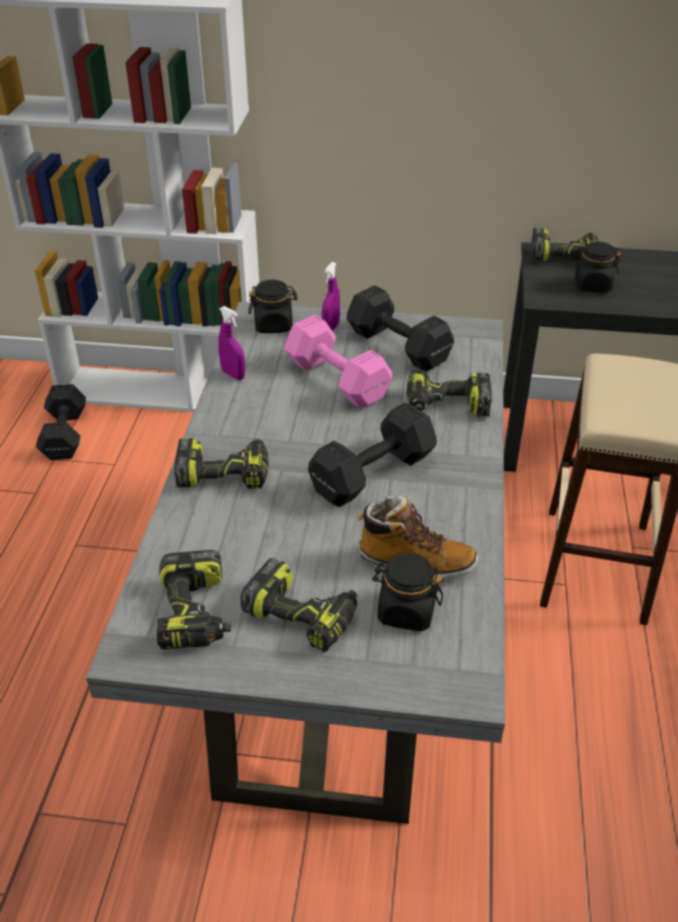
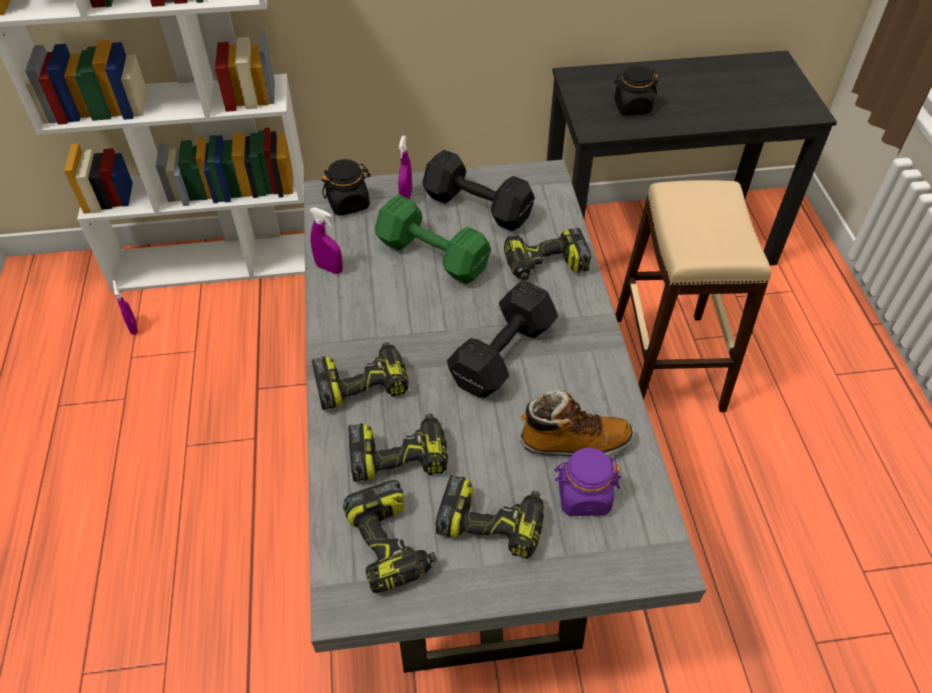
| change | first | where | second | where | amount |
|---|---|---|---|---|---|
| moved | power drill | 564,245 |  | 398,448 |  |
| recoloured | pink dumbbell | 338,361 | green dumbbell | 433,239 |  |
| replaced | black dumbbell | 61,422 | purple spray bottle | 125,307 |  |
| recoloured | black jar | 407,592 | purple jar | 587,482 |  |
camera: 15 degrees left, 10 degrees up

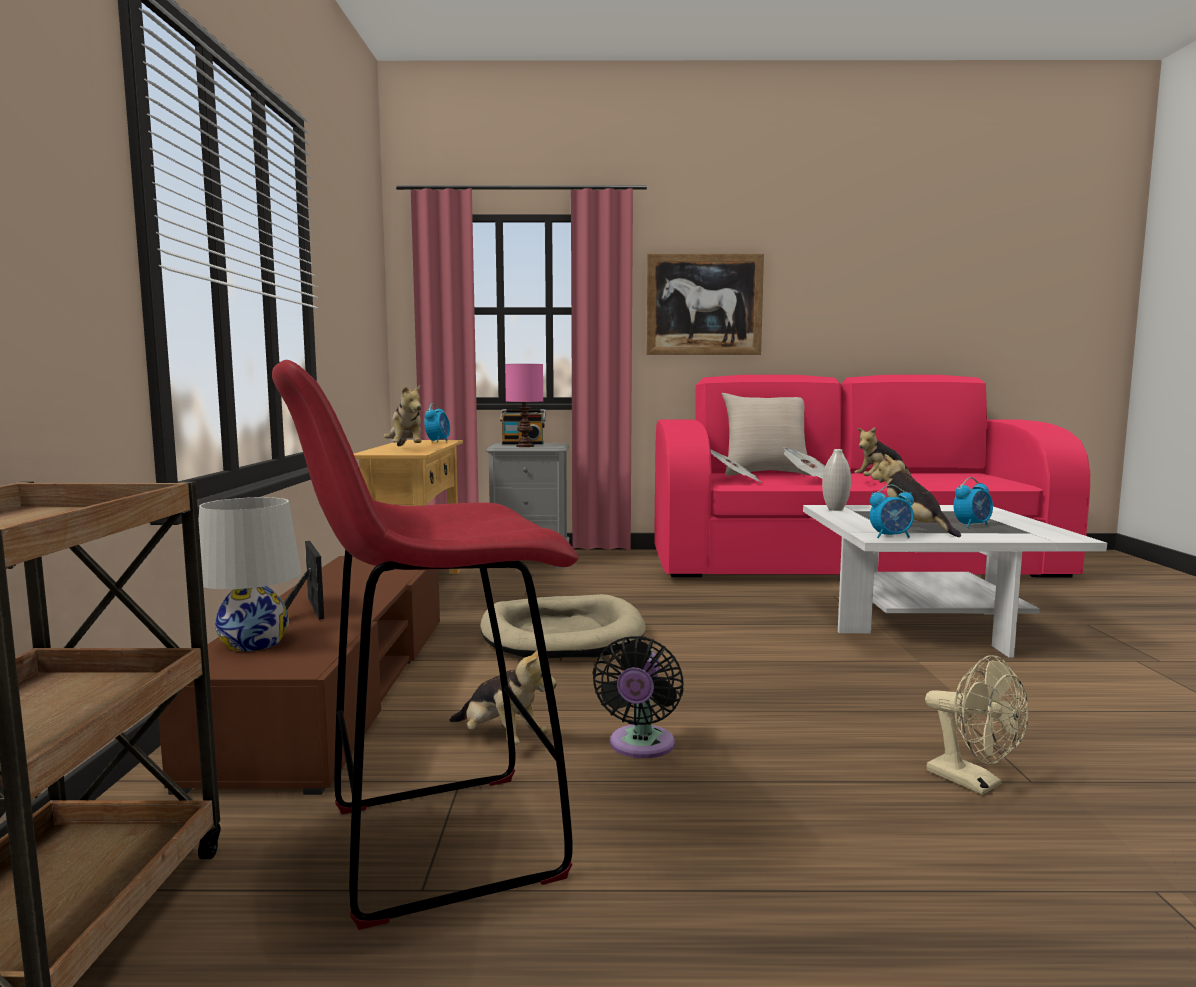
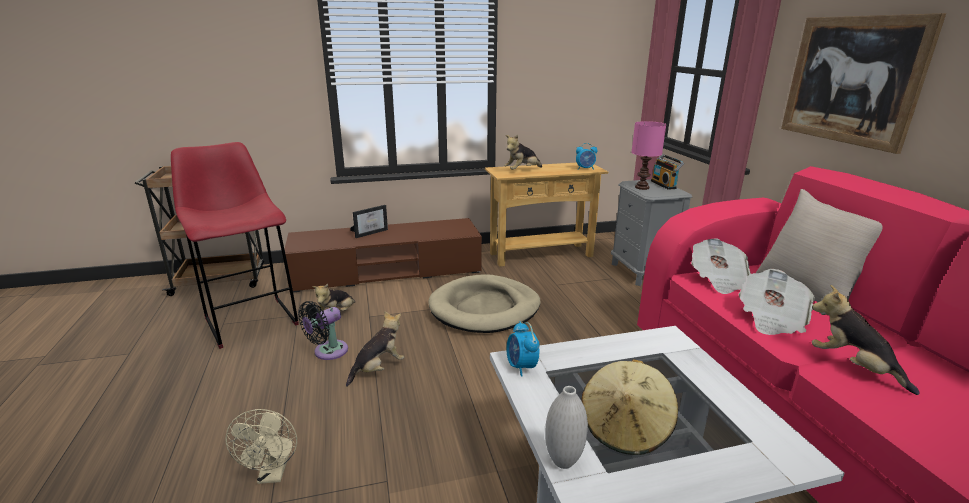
| change | first | where | second | where | amount |
|---|---|---|---|---|---|
| moved | white vase | 836,480 |  | 566,427 |  |
| moved | plush toy | 916,495 |  | 375,349 |  |
| replaced | alarm clock | 973,502 | beige hat | 629,407 |  |
| removed | white table lamp | 250,574 |  |  |  |
| turned | black fan | 638,697 |  | 323,330 | 45 degrees counterclockwise |
| turned | beige fan | 977,725 |  | 261,446 | 45 degrees counterclockwise |
camera: 75 degrees right, 15 degrees up

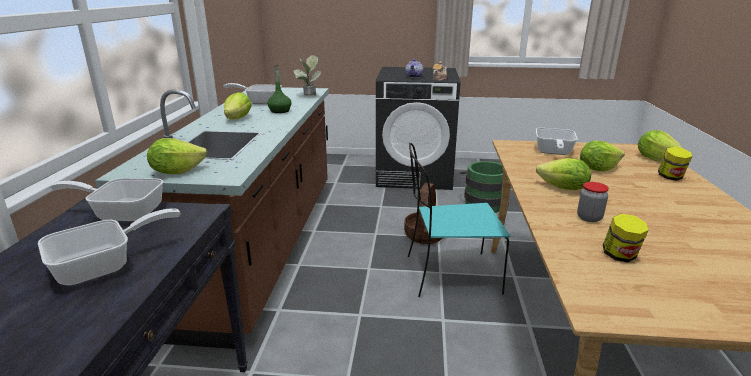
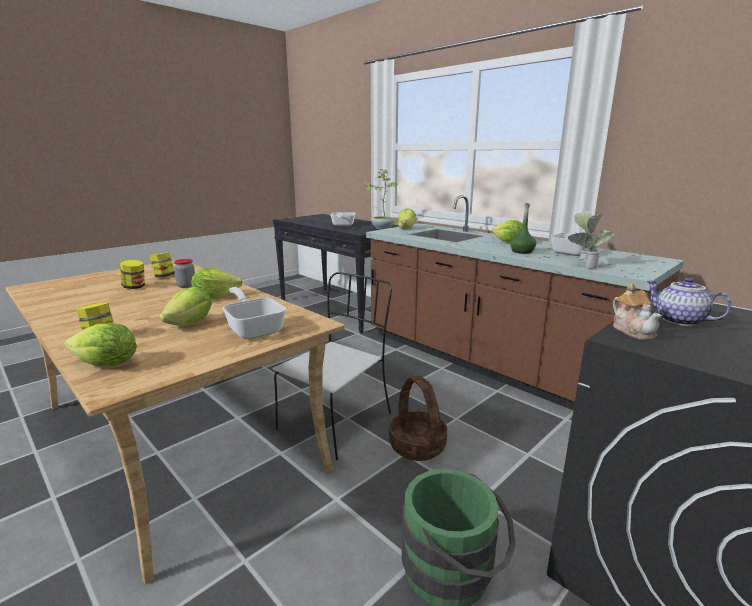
| change | first | where | second | where | amount |
|---|---|---|---|---|---|
| recoloured | turquoise chair | 459,220 | white chair | 332,366 |  |
| replaced | frying pan | 107,199 | potted plant | 380,199 |  |
| added |  |  | jar | 132,274 |  |
camera: 130 degrees right, 5 degrees down

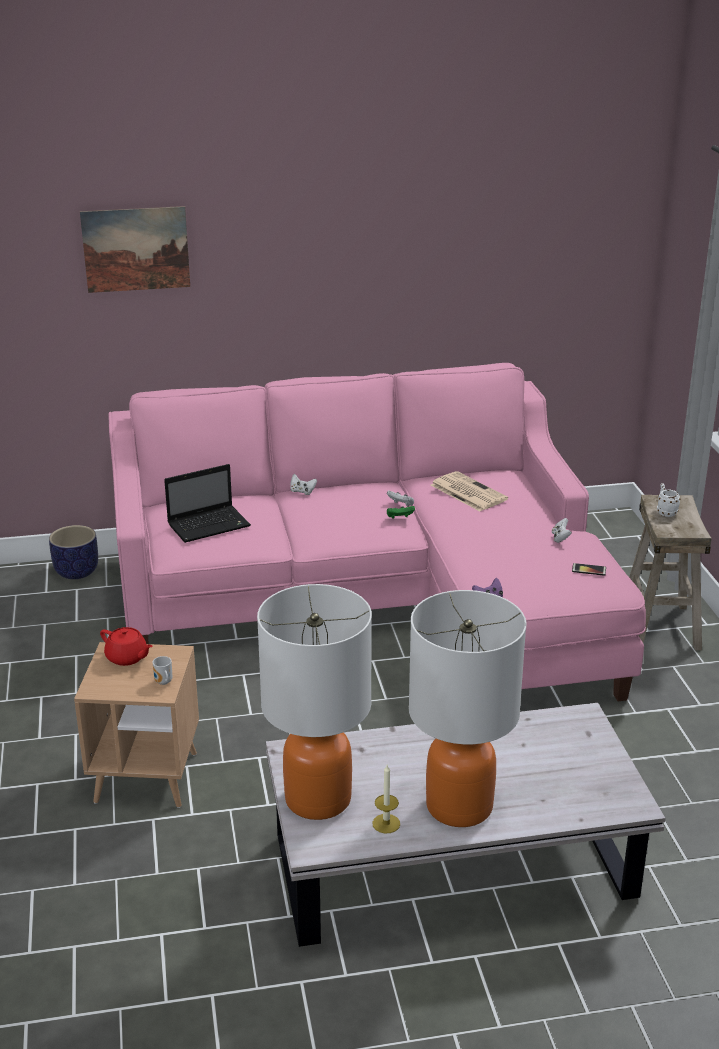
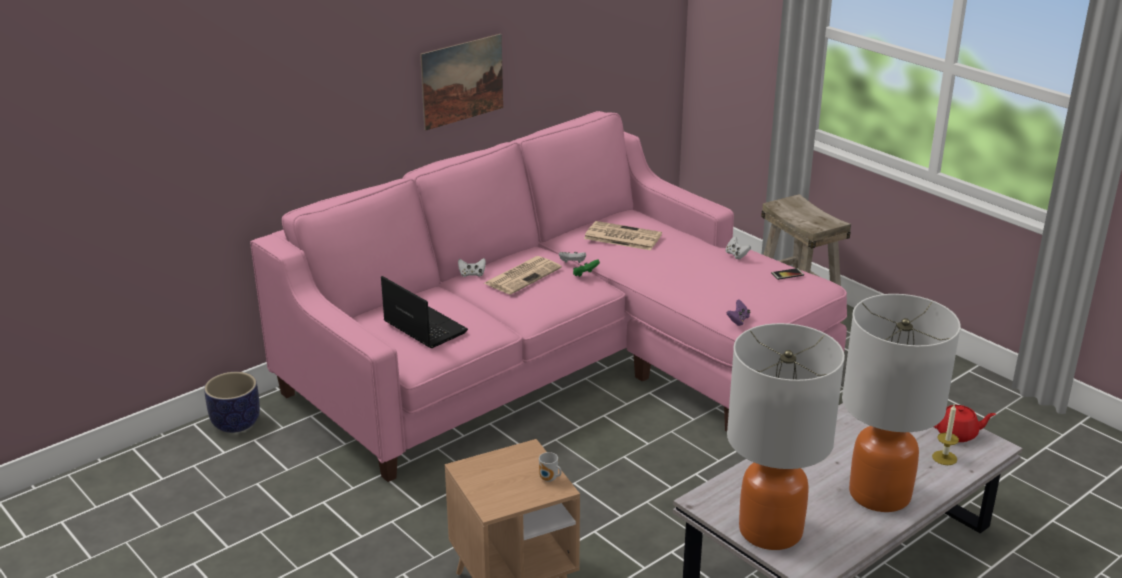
| change | first | where | second | where | amount |
|---|---|---|---|---|---|
| moved | picture | 135,249 |  | 461,82 |  |
| turned | laptop | 207,503 |  | 424,312 | 75 degrees counterclockwise |
| removed | white mug | 668,500 |  |  |  |
| moved | red teapot | 126,646 |  | 965,423 |  |
| moved | candle | 386,799 |  | 945,434 |  |
| added |  |  | newspaper | 523,275 |  |
camera: 30 degrees left, 0 degrees up

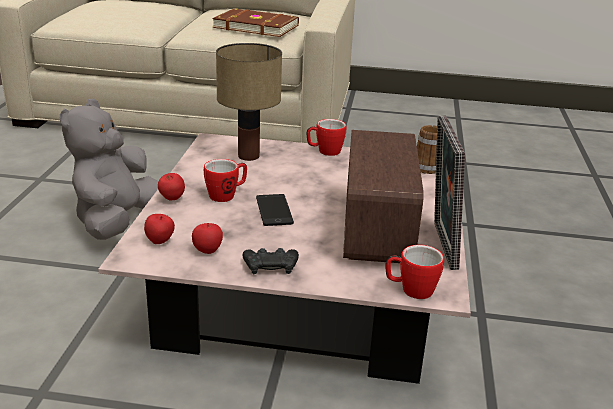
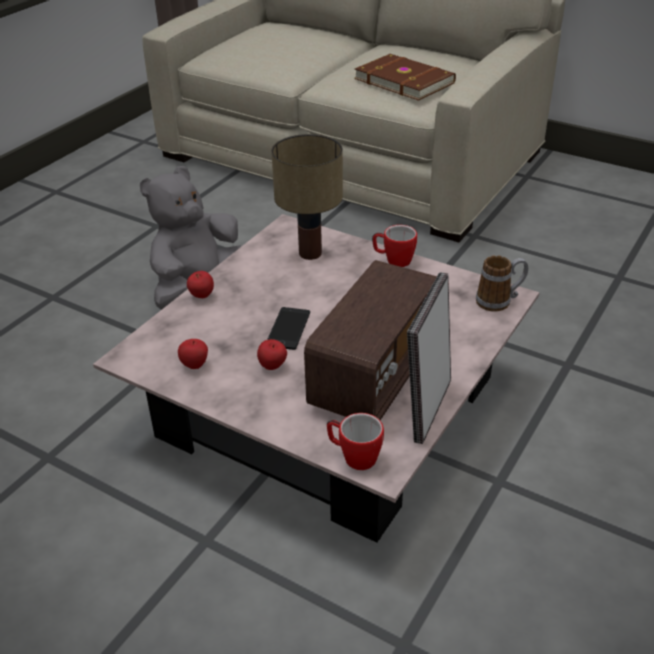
| change | first | where | second | where | amount |
|---|---|---|---|---|---|
| removed | mug | 225,180 |  |  |  |
| moved | apple | 159,229 |  | 272,354 |  |
| removed | black game controller | 270,261 |  |  |  |
camera: 25 degrees right, 10 degrees up

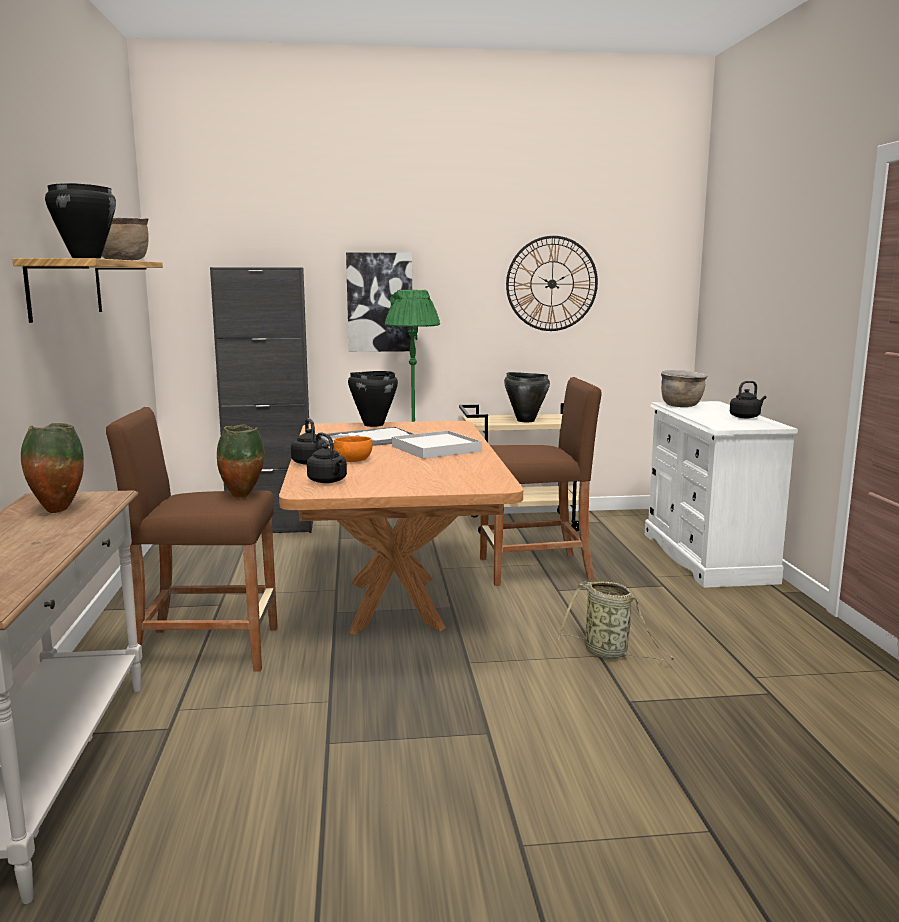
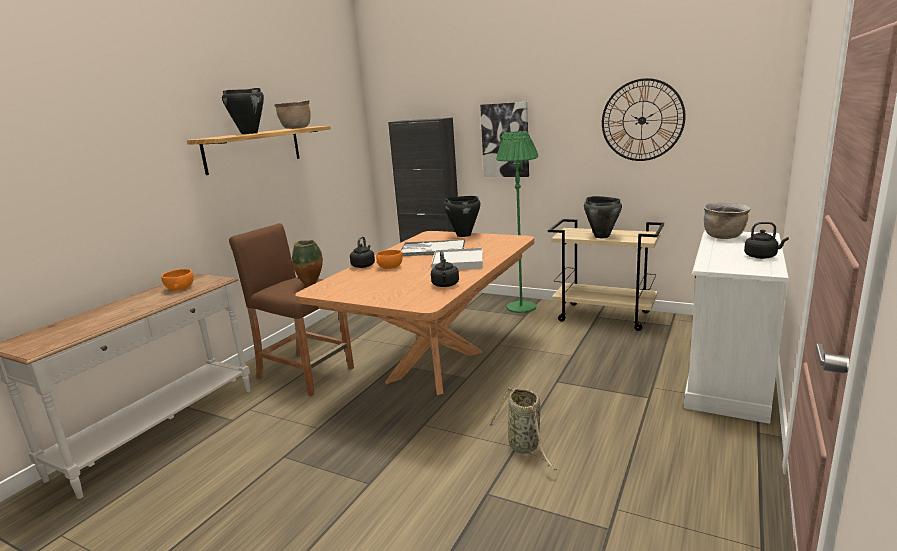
| change | first | where | second | where | amount |
|---|---|---|---|---|---|
| removed | brown stool | 541,481 |  |  |  |
| replaced | vase | 52,468 | orange bowl | 177,280 |  |
| moved | black kettle | 327,457 |  | 445,269 |  |
camera: 35 degrees right, 5 degrees up

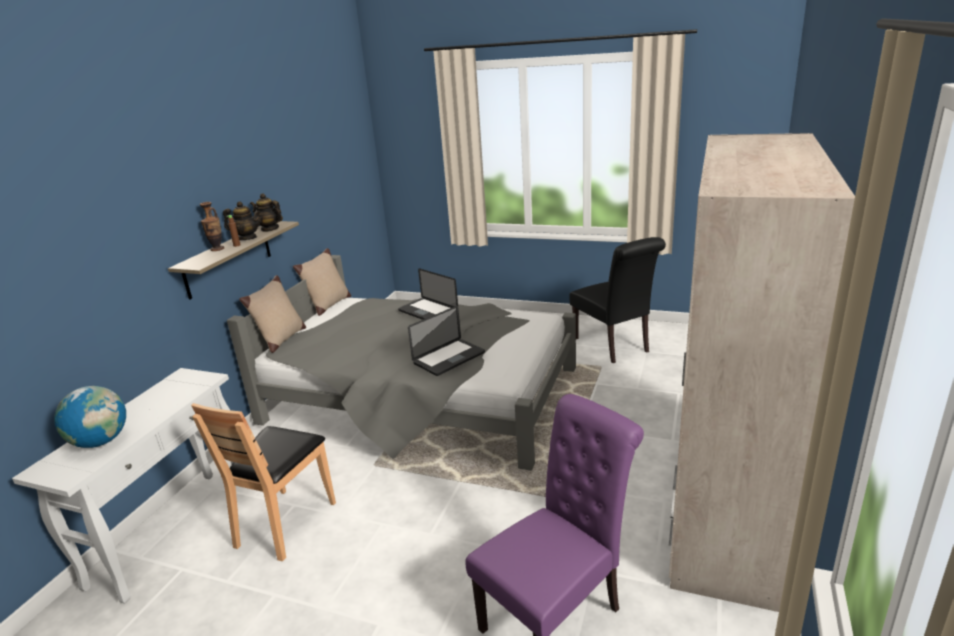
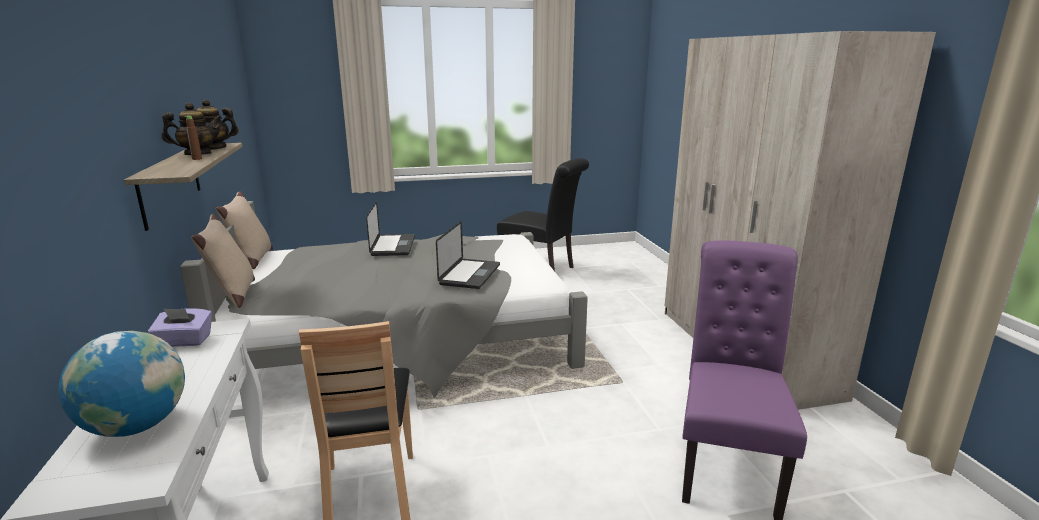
| change | first | where | second | where | amount |
|---|---|---|---|---|---|
| removed | vase | 212,226 |  |  |  |
| turned | laptop | 428,294 |  | 390,228 | 105 degrees counterclockwise |
| added |  |  | purple tissue box | 180,327 |  |
camera: 35 degrees left, 5 degrees down

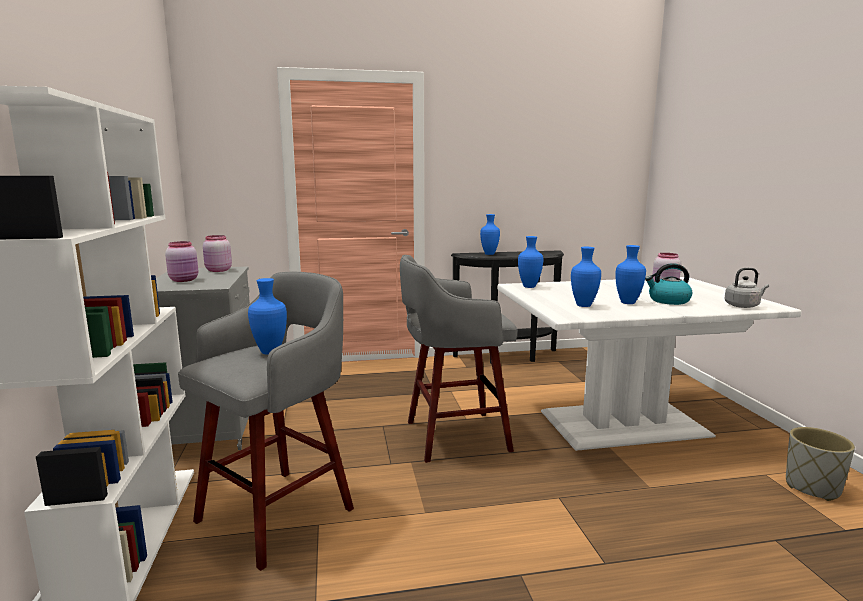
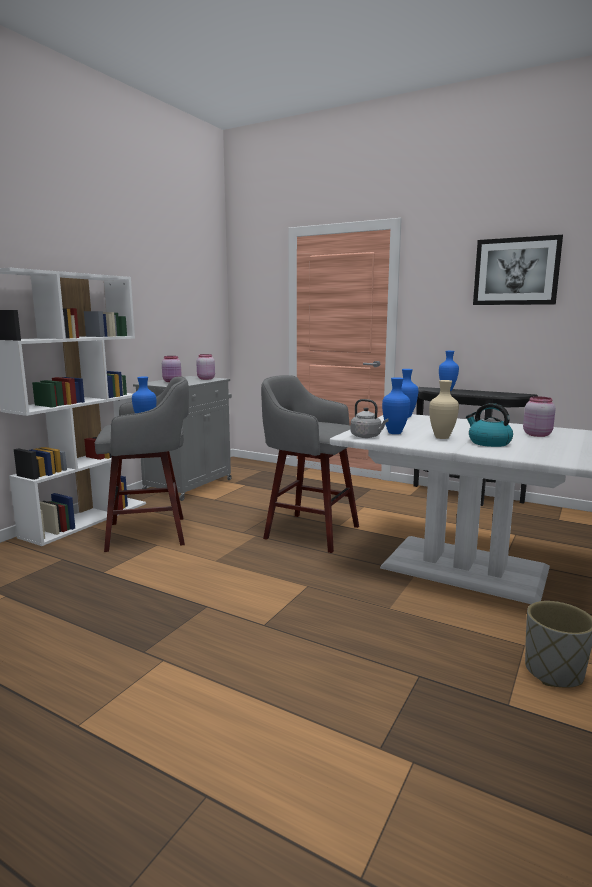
| change | first | where | second | where | amount |
|---|---|---|---|---|---|
| recoloured | blue vase | 630,274 | beige vase | 444,409 |  |
| moved | grey kettle | 746,288 |  | 369,418 |  |
| added |  |  | picture | 518,270 |  |
camera: 40 degrees right, 0 degrees up

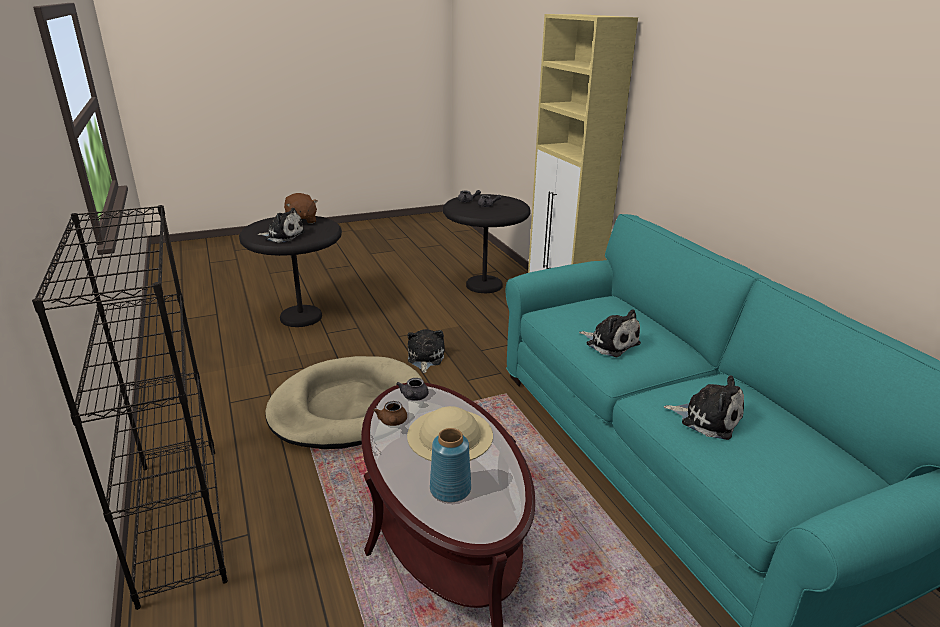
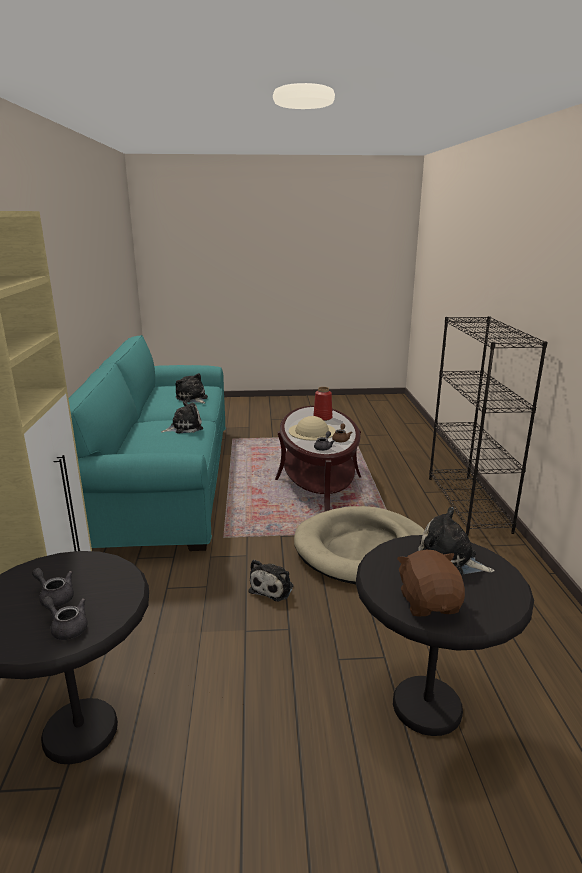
| change | first | where | second | where | amount |
|---|---|---|---|---|---|
| turned | plush toy | 610,333 |  | 182,417 | 90 degrees clockwise |
| recoloured | blue vase | 450,465 | red vase | 322,404 |  |
camera: 160 degrees left, 5 degrees down

